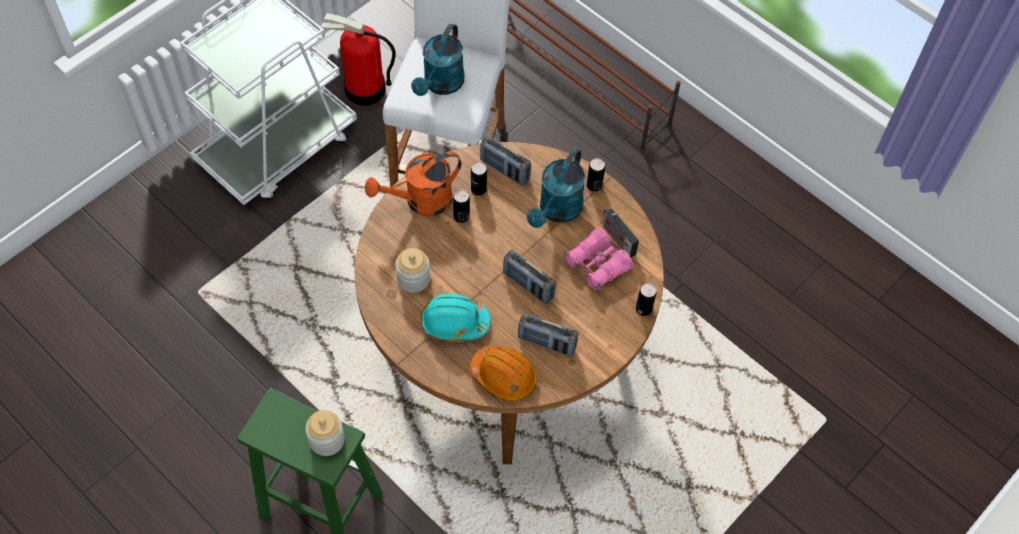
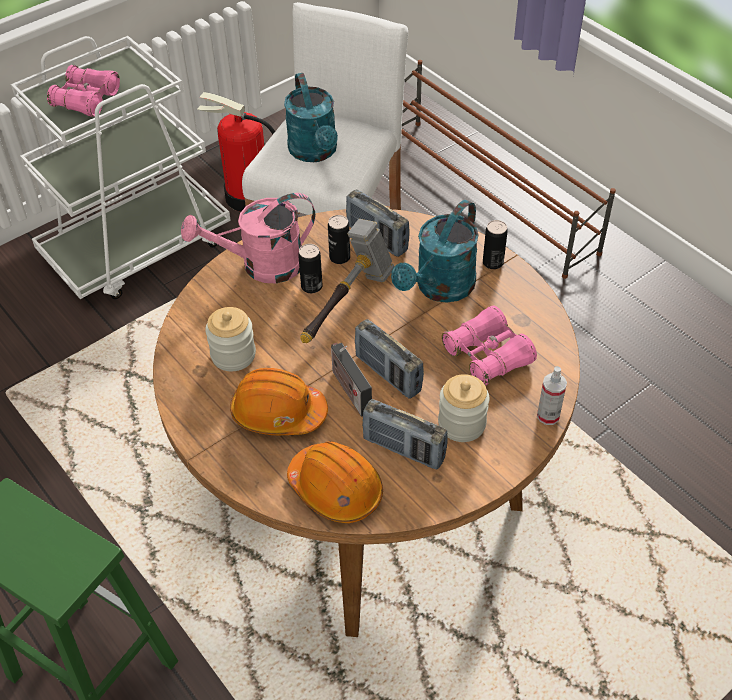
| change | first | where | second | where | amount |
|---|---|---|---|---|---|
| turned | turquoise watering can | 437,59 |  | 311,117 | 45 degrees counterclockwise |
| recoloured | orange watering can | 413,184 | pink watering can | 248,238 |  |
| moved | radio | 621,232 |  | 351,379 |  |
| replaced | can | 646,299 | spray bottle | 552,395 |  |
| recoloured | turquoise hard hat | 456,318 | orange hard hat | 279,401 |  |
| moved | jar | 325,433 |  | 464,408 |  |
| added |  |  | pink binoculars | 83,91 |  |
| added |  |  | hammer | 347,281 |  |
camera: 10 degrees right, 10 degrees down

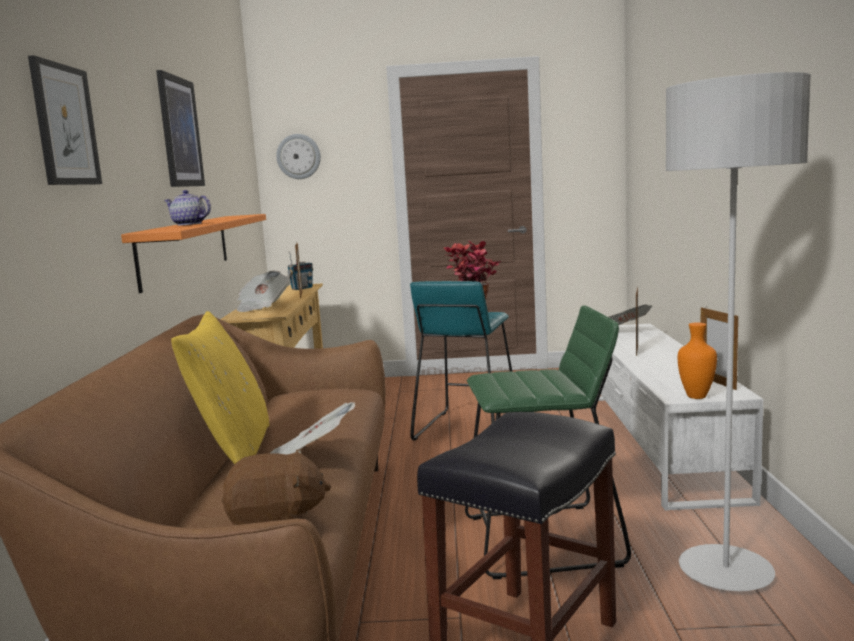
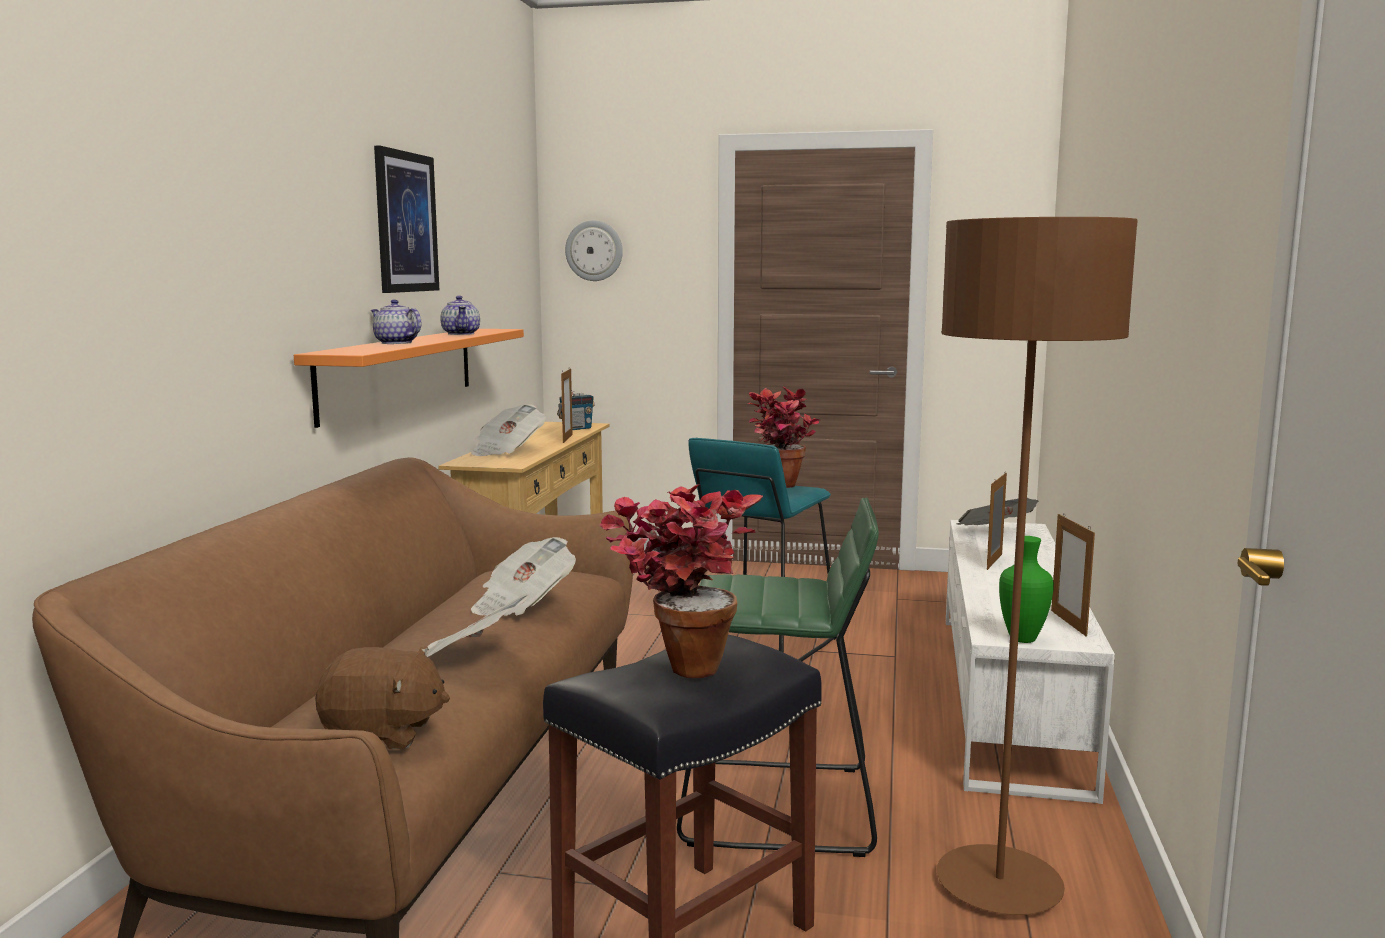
| change | first | where | second | where | amount |
|---|---|---|---|---|---|
| removed | picture | 65,120 |  |  |  |
| recoloured | grey floor lamp | 738,331 | brown floor lamp | 1037,566 |  |
| removed | yellow pillow | 220,387 |  |  |  |
| recoloured | orange vase | 697,361 | green vase | 1026,589 |  |
| added |  |  | teapot | 460,315 |  |
| added |  |  | potted plant | 681,581 |  |
| added |  |  | newspaper | 523,576 |  |
camera: 10 degrees right, 0 degrees up

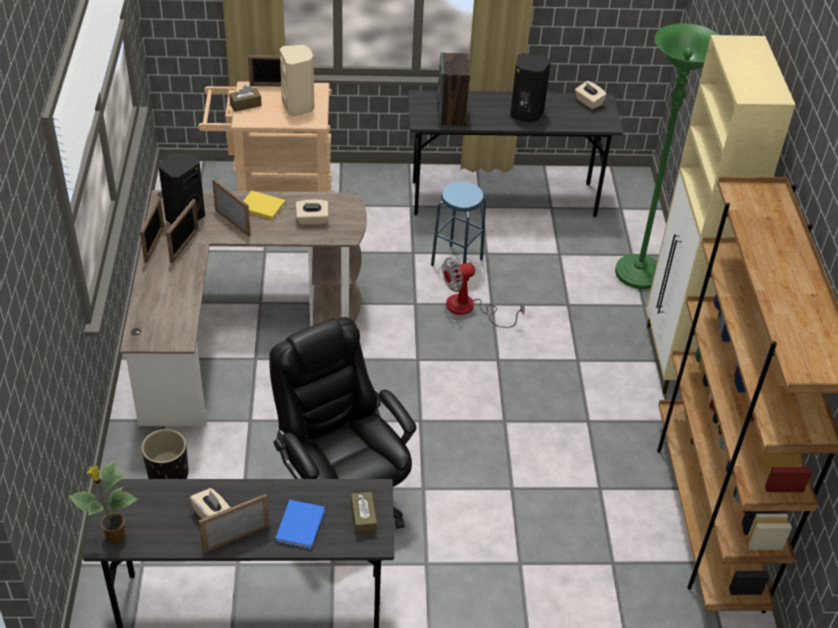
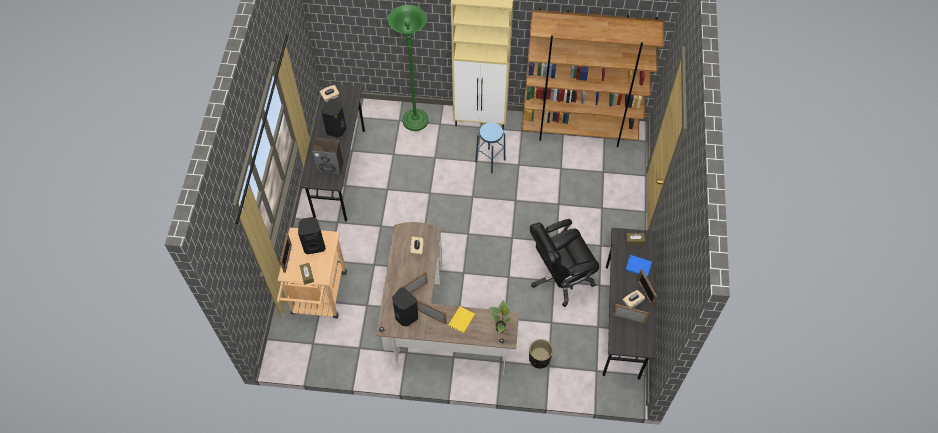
| change | first | where | second | where | amount |
|---|---|---|---|---|---|
| recoloured | beige speaker | 297,80 | black speaker | 312,235 |  |
| moved | blue stool | 458,223 |  | 490,147 |  |
| moved | yellow book | 264,205 |  | 461,320 |  |
| moved | picture frame | 152,230 |  | 631,314 |  |
| removed | fan | 483,293 |  |  |  |
| moved | potted plant | 103,501 |  | 501,317 |  |
camera: 80 degrees left, 15 degrees up

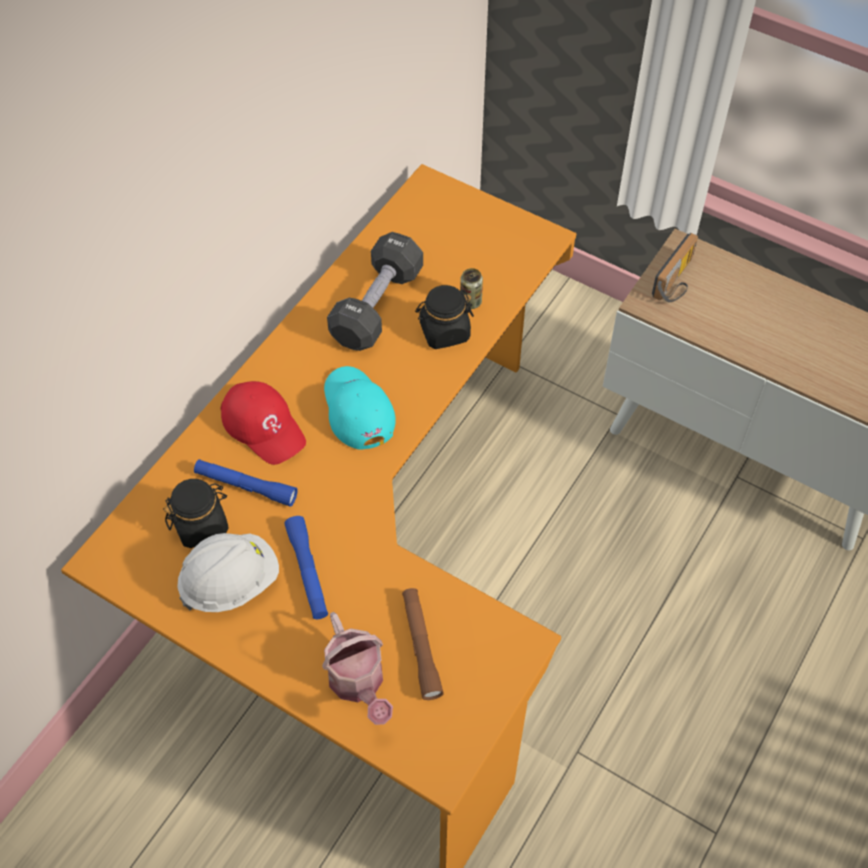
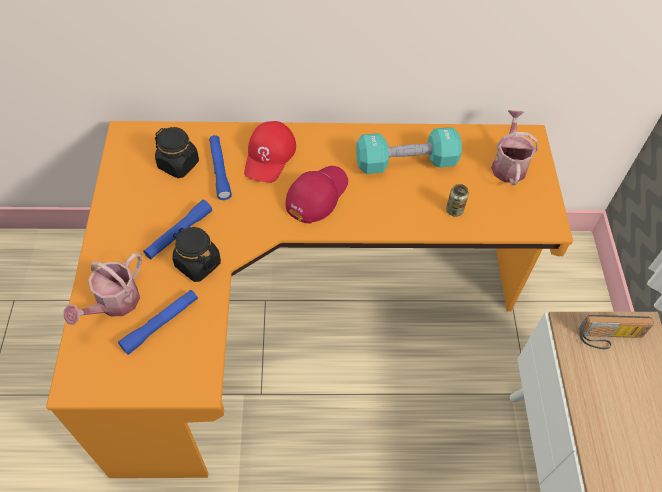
| change | first | where | second | where | amount |
|---|---|---|---|---|---|
| recoloured | black dumbbell | 375,291 | turquoise dumbbell | 409,150 |  |
| moved | black jar | 444,317 |  | 196,254 |  |
| recoloured | turquoise cap | 360,408 | red cap | 316,195 |  |
| removed | white hard hat | 228,572 |  |  |  |
| recoloured | brown flashlight | 423,644 | blue flashlight | 158,322 |  |
| added |  |  | watering can | 514,147 |  |
camera: 55 degrees right, 0 degrees up

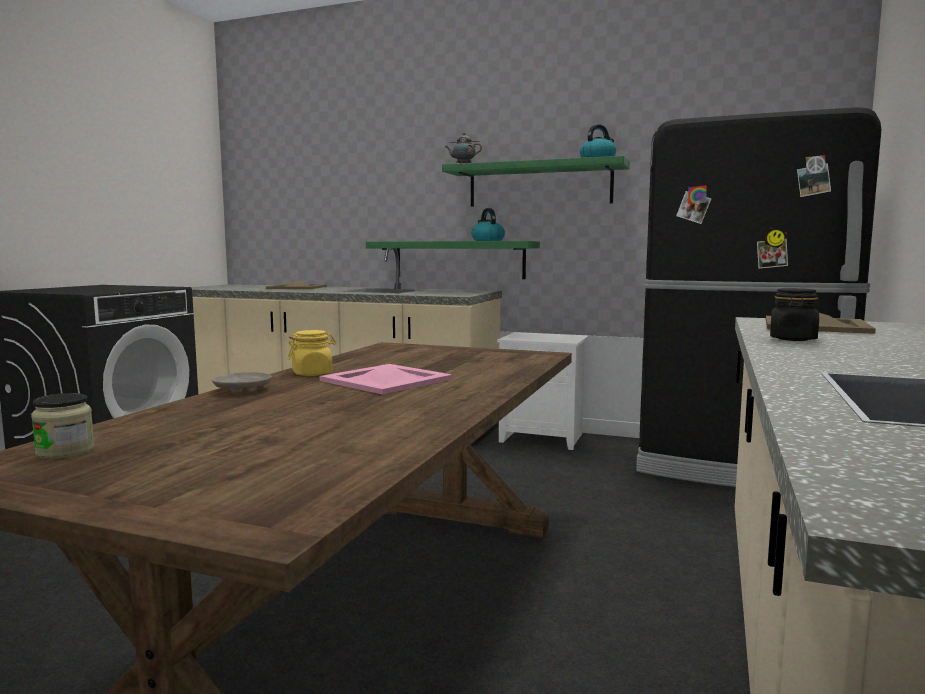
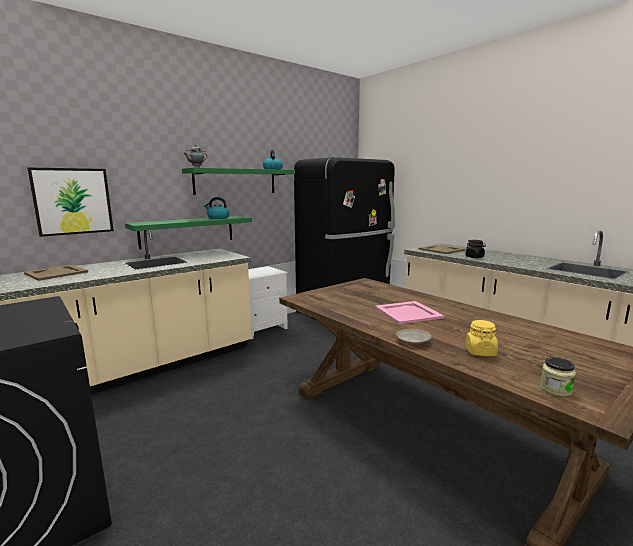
| change | first | where | second | where | amount |
|---|---|---|---|---|---|
| moved | yellow jar | 312,353 |  | 481,338 |  |
| added |  |  | picture | 71,202 |  |
camera: 60 degrees left, 5 degrees up

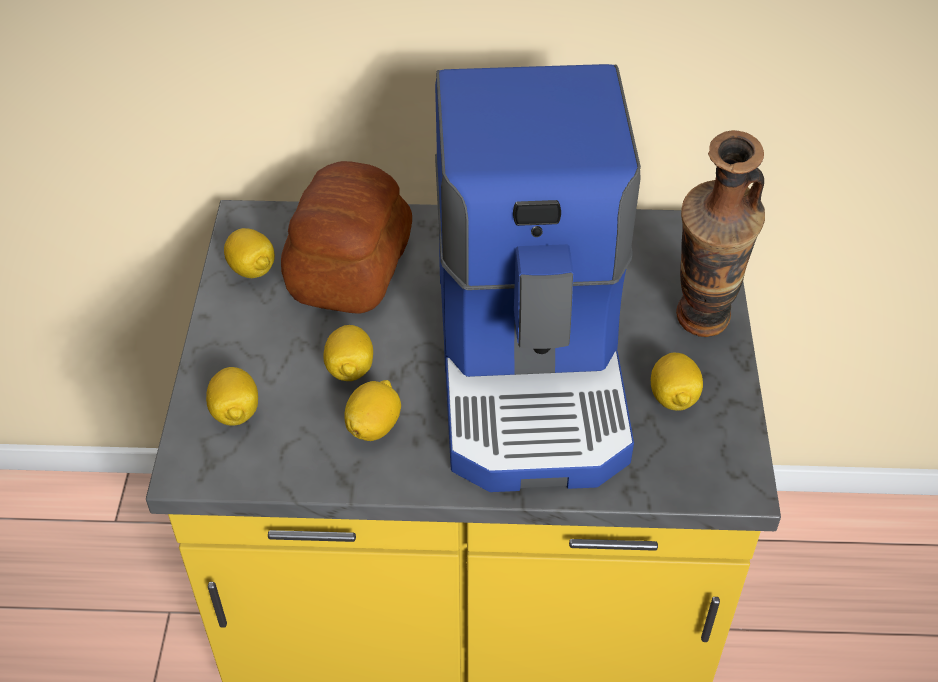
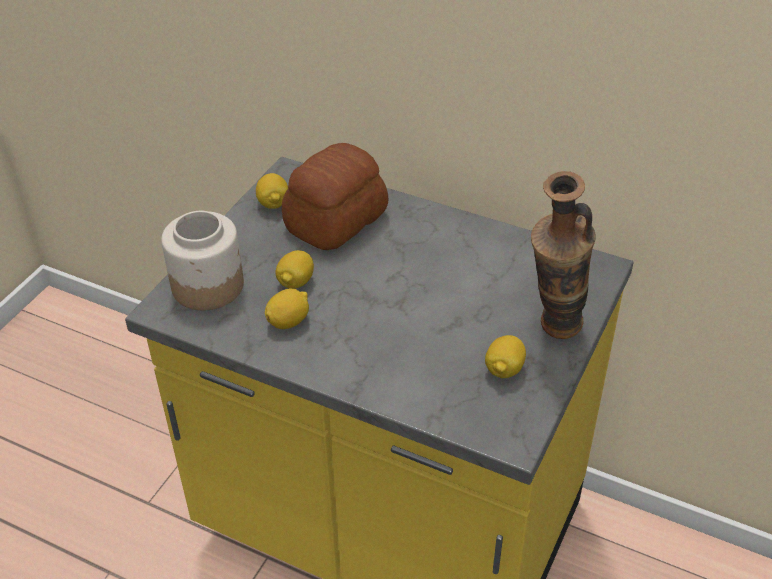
| change | first | where | second | where | amount |
|---|---|---|---|---|---|
| removed | coffee machine | 538,278 |  |  |  |
| replaced | lemon | 232,396 | jar | 202,260 |  |
camera: 25 degrees right, 5 degrees down

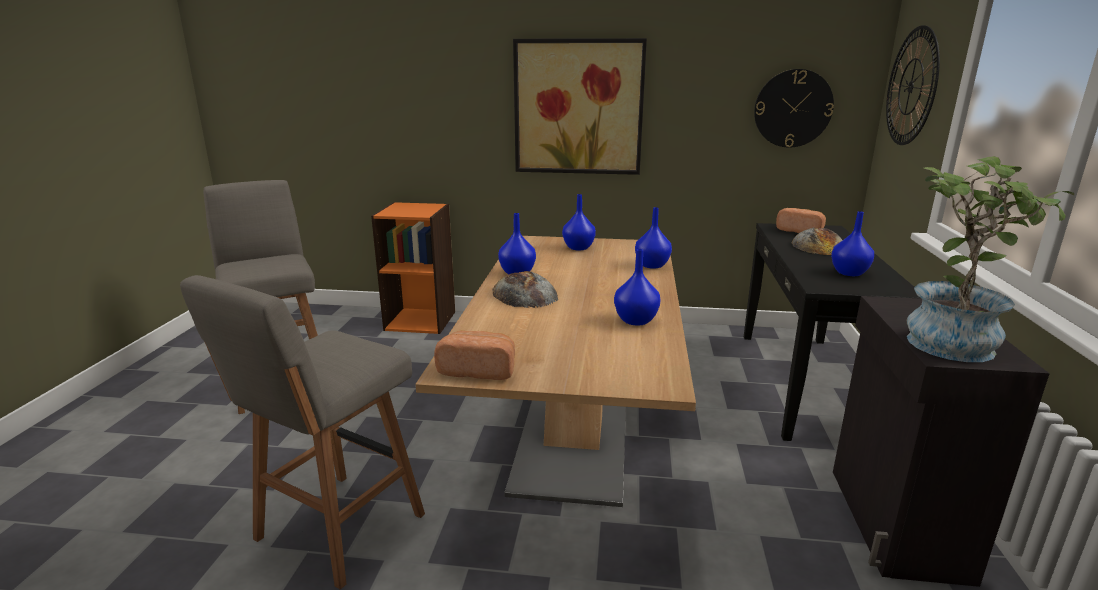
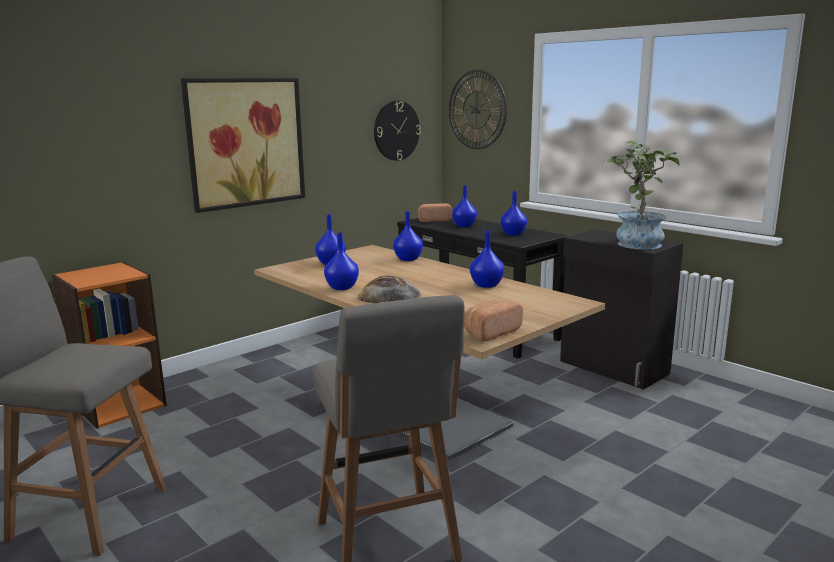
| change | first | where | second | where | amount |
|---|---|---|---|---|---|
| replaced | bread | 817,241 | blue vase | 464,206 |  |
camera: 50 degrees left, 5 degrees down

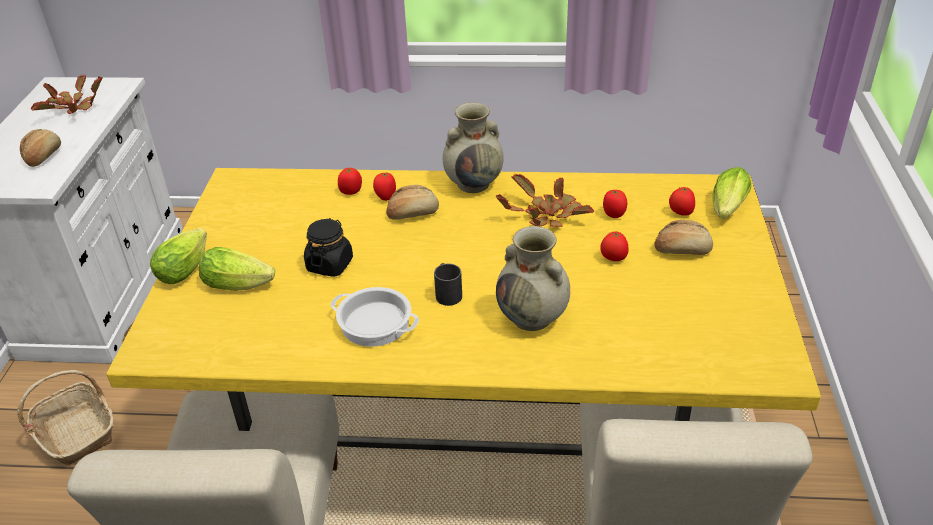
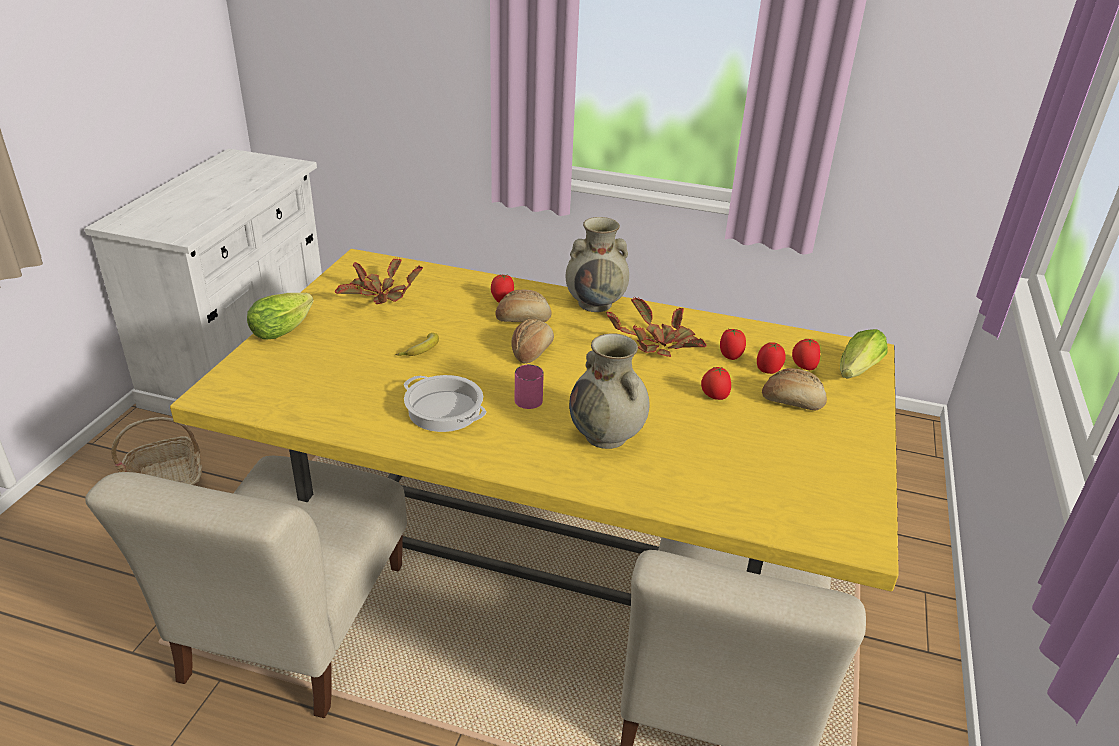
| change | first | where | second | where | amount |
|---|---|---|---|---|---|
| moved | potted plant | 66,94 |  | 379,280 |  |
| moved | bread | 40,148 |  | 532,341 |  |
| moved | tomato | 350,181 |  | 771,358 |  |
| replaced | black jar | 328,247 | banana | 417,344 |  |
| removed | lettuce | 237,269 |  |  |  |
| recoloured | black mug | 448,284 | pink mug | 529,386 |  |
camera: 10 degrees right, 5 degrees down

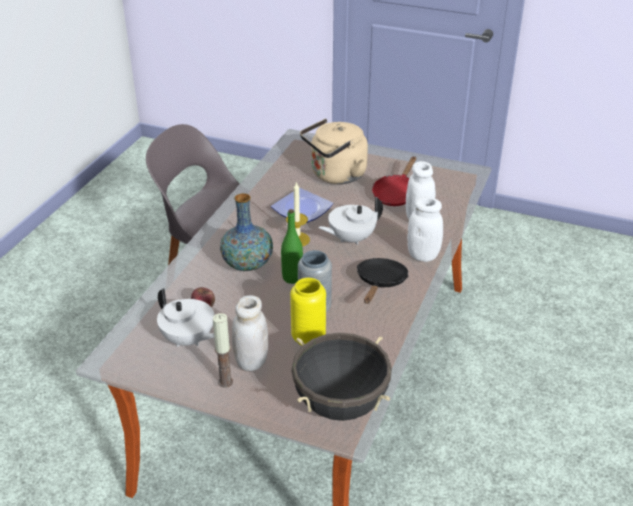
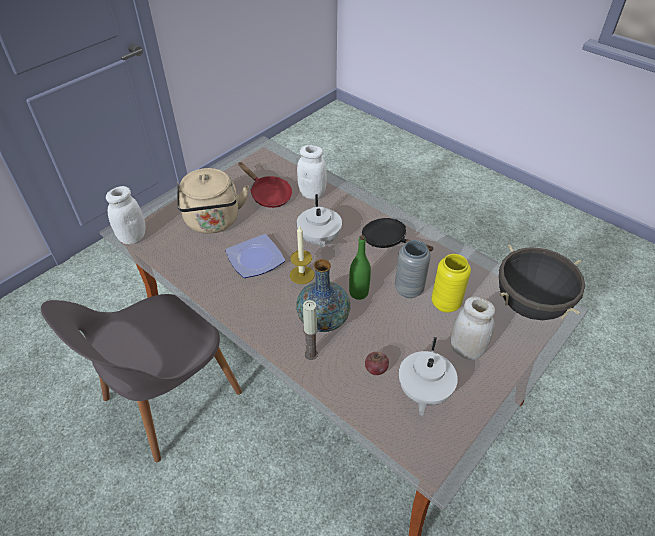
| change | first | where | second | where | amount |
|---|---|---|---|---|---|
| moved | white jar | 425,229 |  | 125,215 |  |
| turned | white teapot | 185,317 |  | 428,376 | 135 degrees clockwise |
| moved | candle | 223,350 |  | 310,330 |  |
camera: 70 degrees left, 10 degrees up

